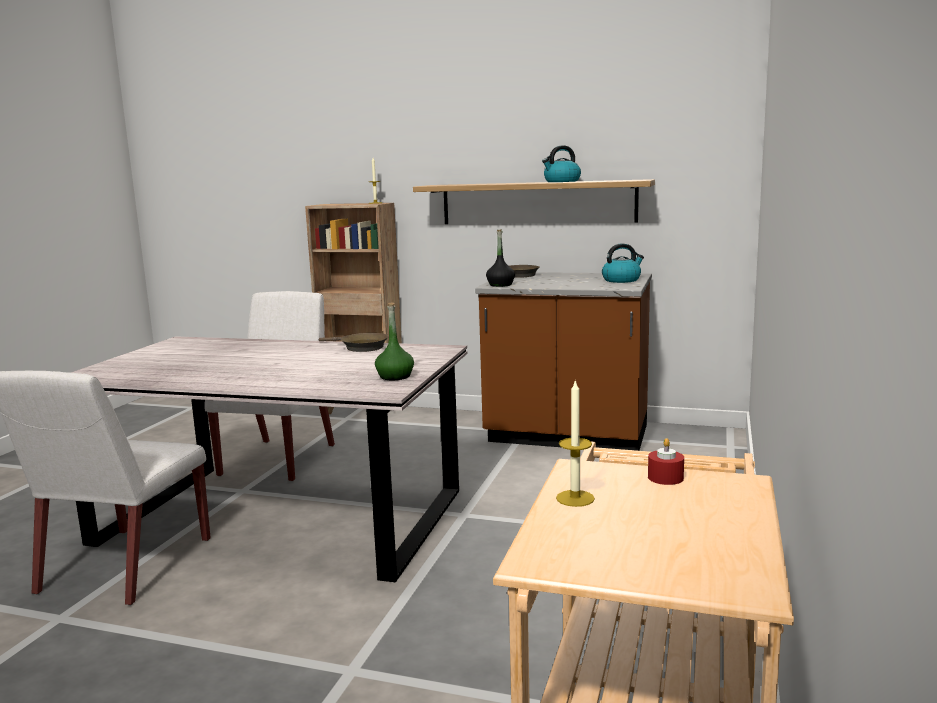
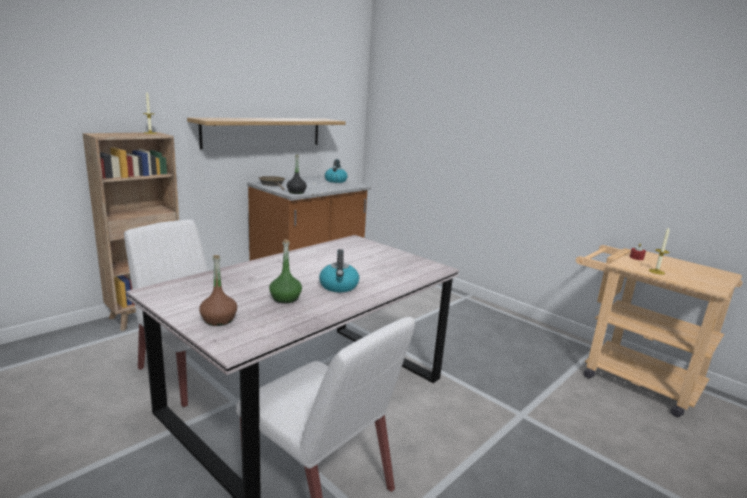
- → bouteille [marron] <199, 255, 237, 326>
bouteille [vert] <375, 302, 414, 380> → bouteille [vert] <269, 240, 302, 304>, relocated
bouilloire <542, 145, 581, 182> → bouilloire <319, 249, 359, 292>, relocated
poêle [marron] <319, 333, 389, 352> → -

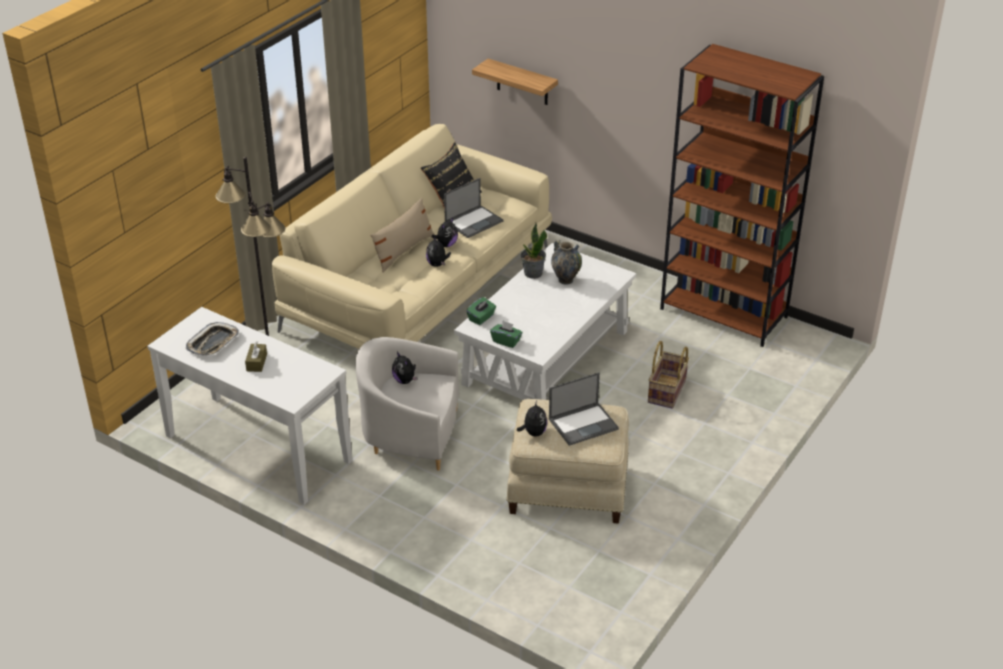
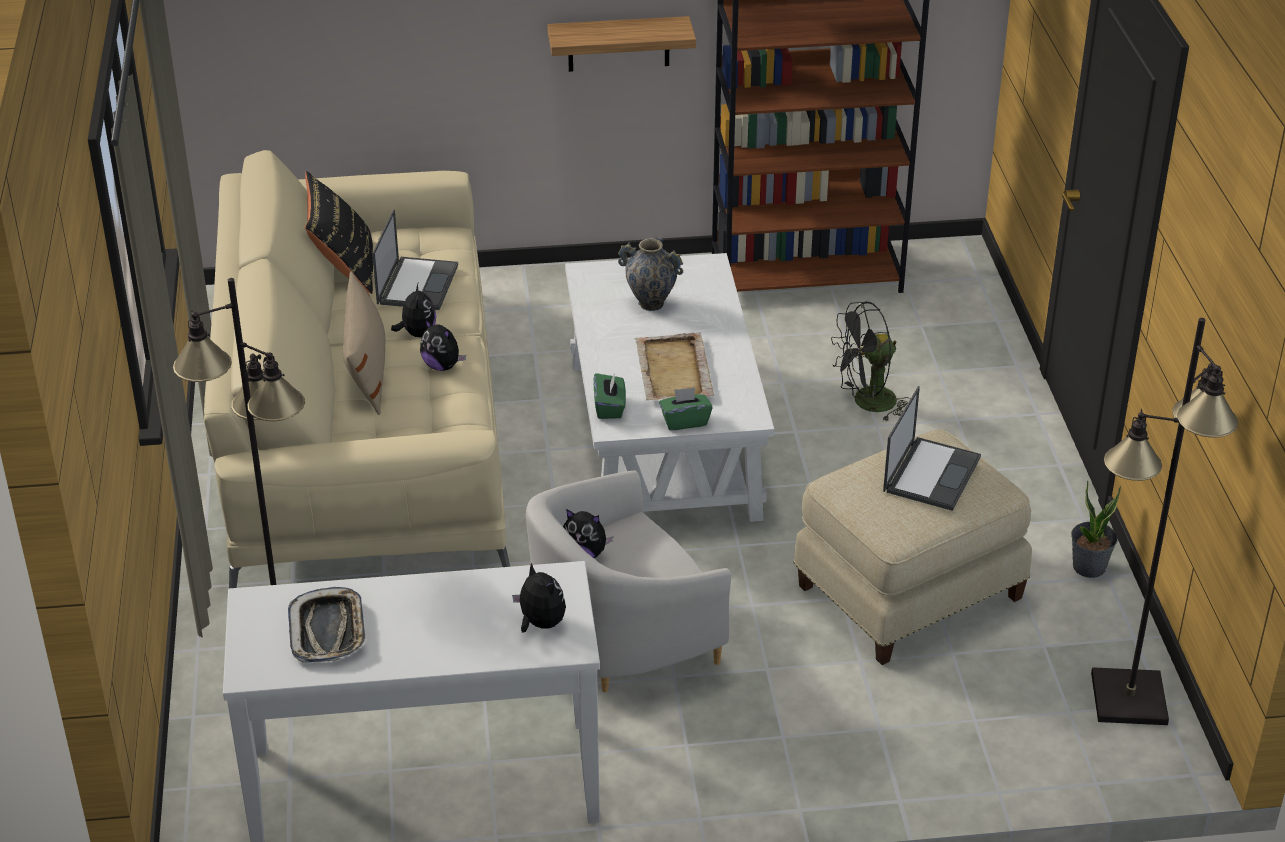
peluche <517, 400, 547, 437> → peluche <512, 563, 566, 632>, relocated
étagère <472, 59, 558, 105> → étagère <547, 16, 696, 72>, relocated
- → plateau [beige] <635, 332, 714, 401>
panier <648, 341, 689, 409> → ventilateur [noir] <831, 301, 910, 422>
plante en pot <521, 223, 547, 279> → plante en pot <1071, 480, 1121, 578>, relocated
- → lampadaire [noir] <1091, 318, 1238, 725>
boîte à mouchoirs [marron] <245, 341, 267, 372> → -

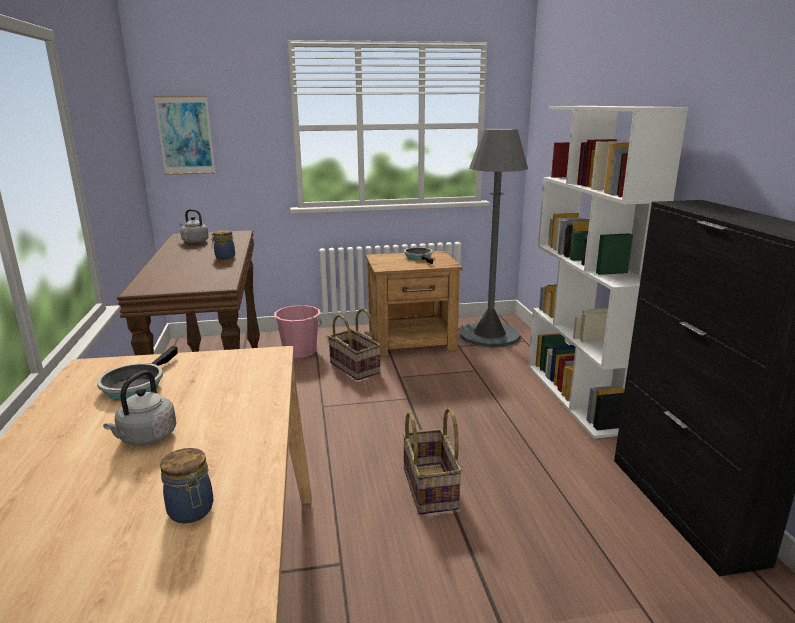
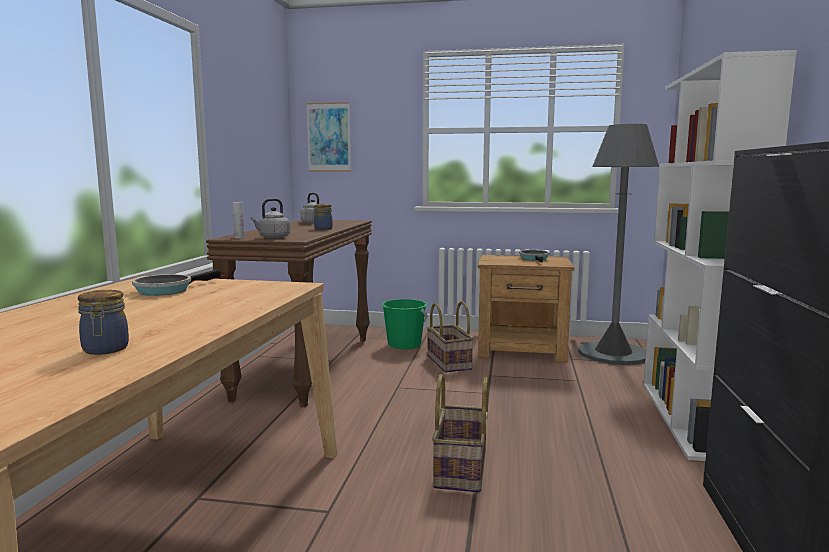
- → bouteille [blanc] <233, 202, 244, 238>
bouilloire [gris] <103, 371, 176, 446> → bouilloire [gris] <250, 198, 290, 238>, relocated
seau [rose] <274, 305, 322, 358> → seau [vert] <381, 299, 428, 349>

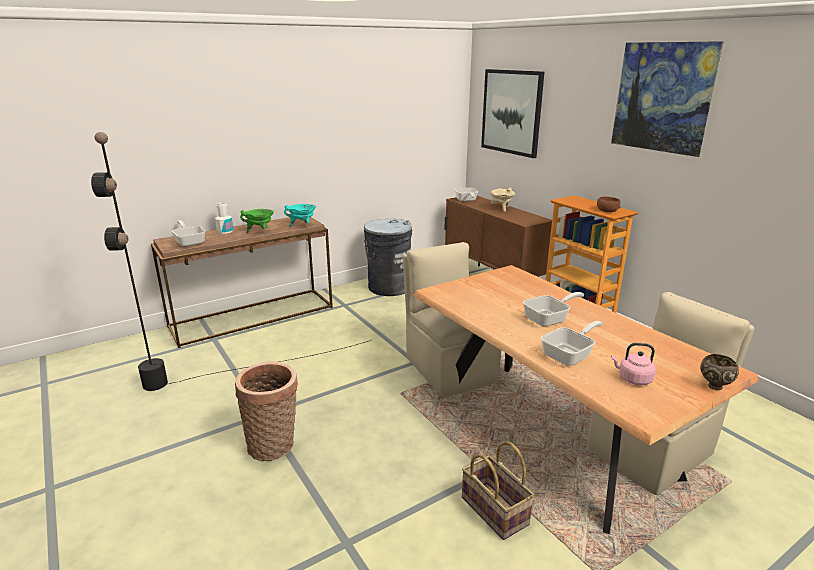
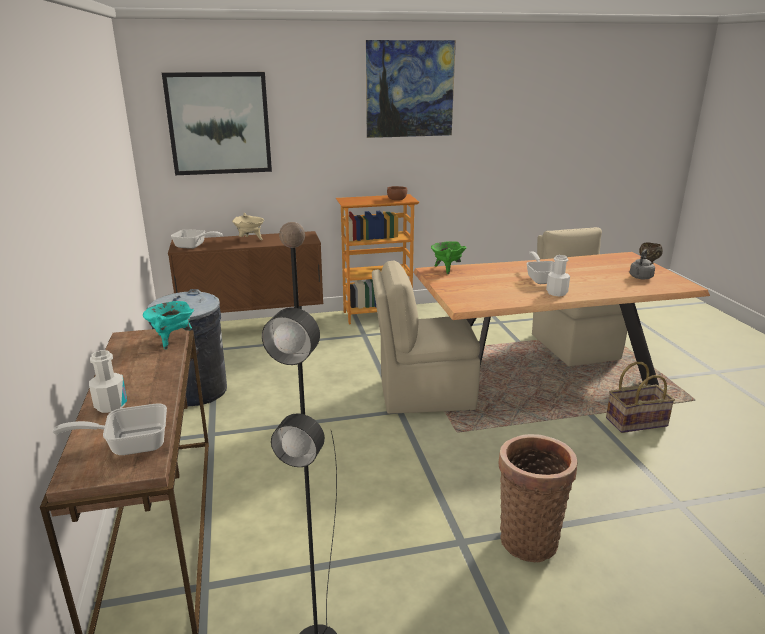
marmite [vert] <240, 209, 274, 233> → marmite [vert] <431, 241, 467, 274>, relocated
- → bouteille [blanc] <546, 255, 570, 296>
bouilloire [rose] <611, 343, 656, 385> → bouilloire [gris] <629, 249, 655, 279>
poêle <541, 321, 603, 366> → -

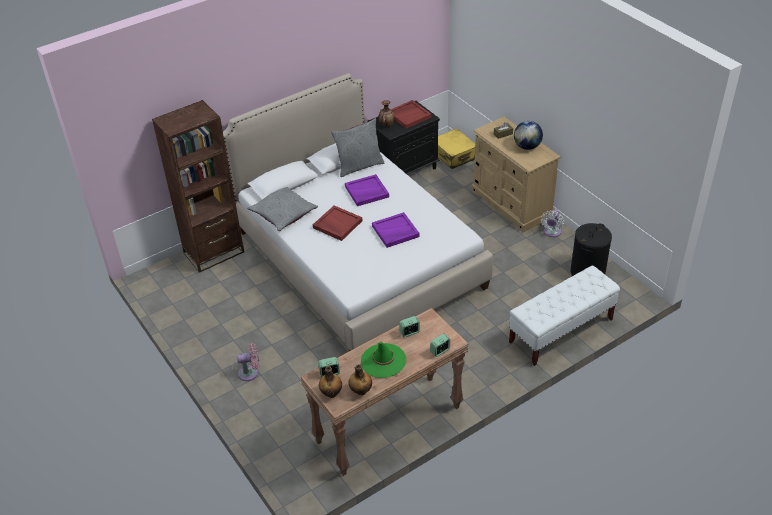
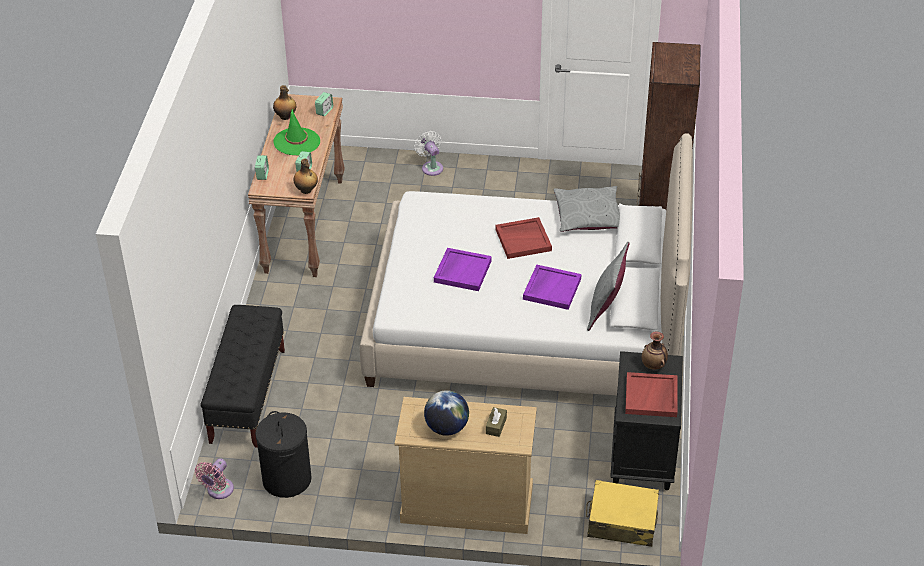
ventilateur [rose] <237, 343, 260, 381> → ventilateur [rose] <195, 458, 234, 499>, relocated
banc [blanc] <509, 266, 620, 366> → banc [noir] <200, 305, 285, 448>
bouteille <319, 366, 342, 398> → bouteille <293, 159, 318, 194>, relocated
ventilateur [blanc] <541, 209, 564, 237> → ventilateur [blanc] <414, 131, 443, 176>, relocated

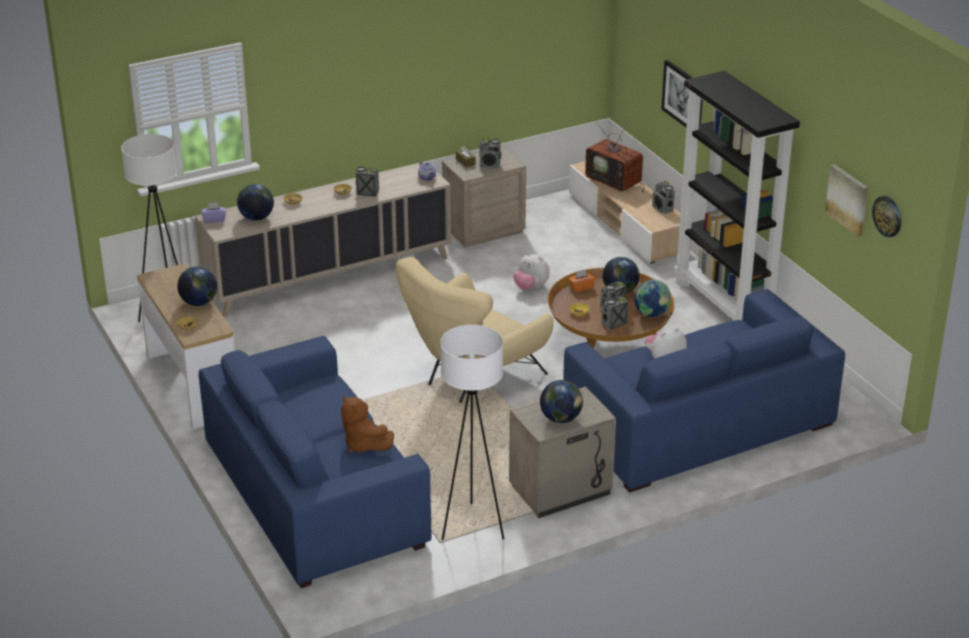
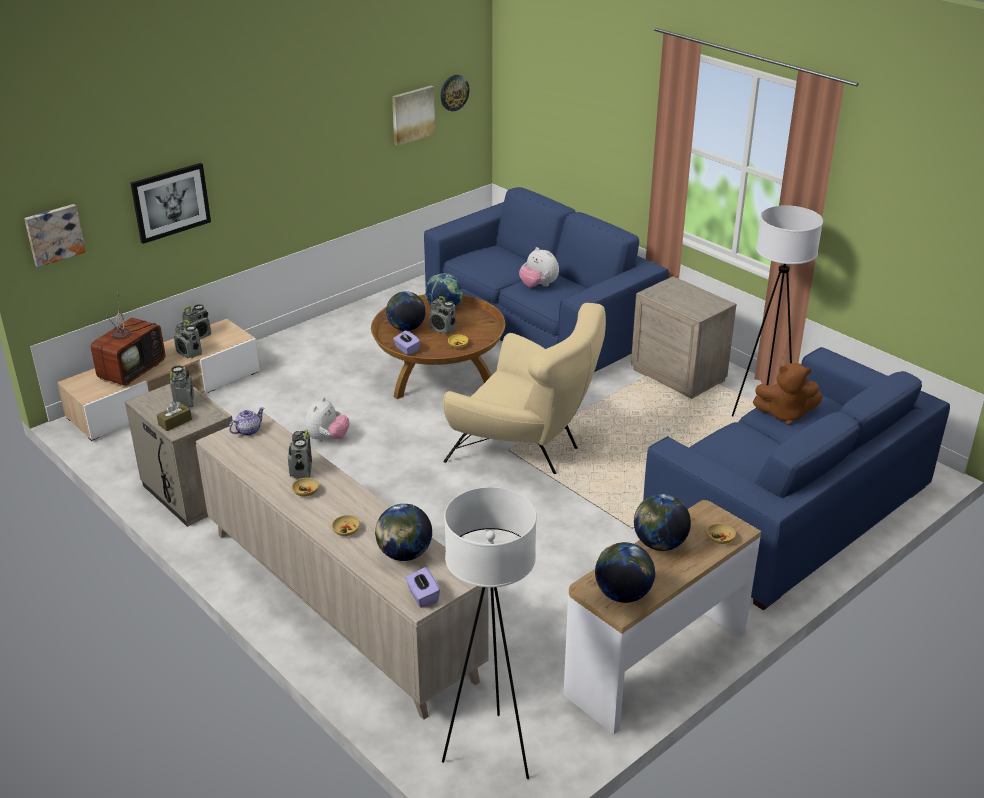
- → tableau <24, 204, 86, 267>
radio <601, 296, 628, 330> → radio <174, 320, 202, 358>, relocated
boîte à mouchoirs [orange] <568, 270, 596, 292> → boîte à mouchoirs [violet] <393, 331, 420, 355>
globe <540, 380, 583, 423> → globe <595, 542, 655, 603>, relocated
peluche [marron] <341, 395, 394, 453> → peluche [marron] <752, 363, 823, 425>, 60 degrees clockwise
bibliothèque [noir] <674, 71, 800, 321> → -

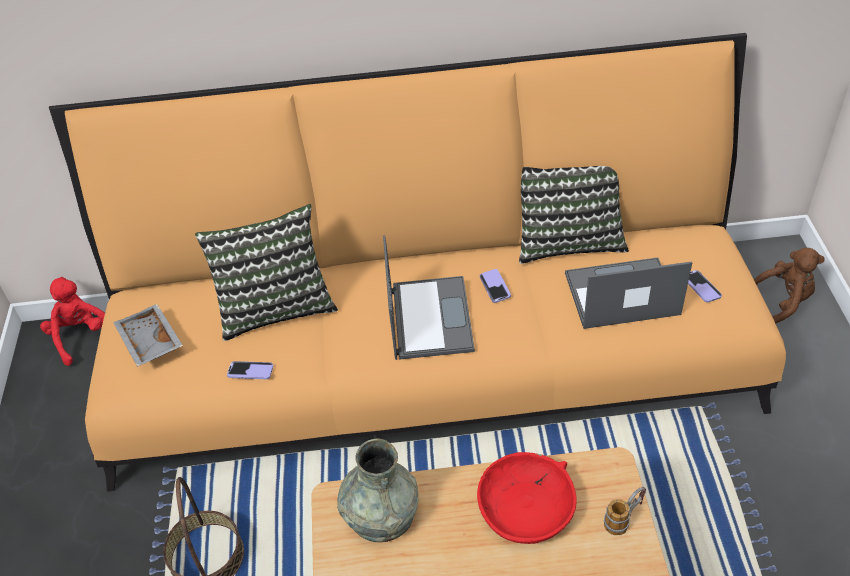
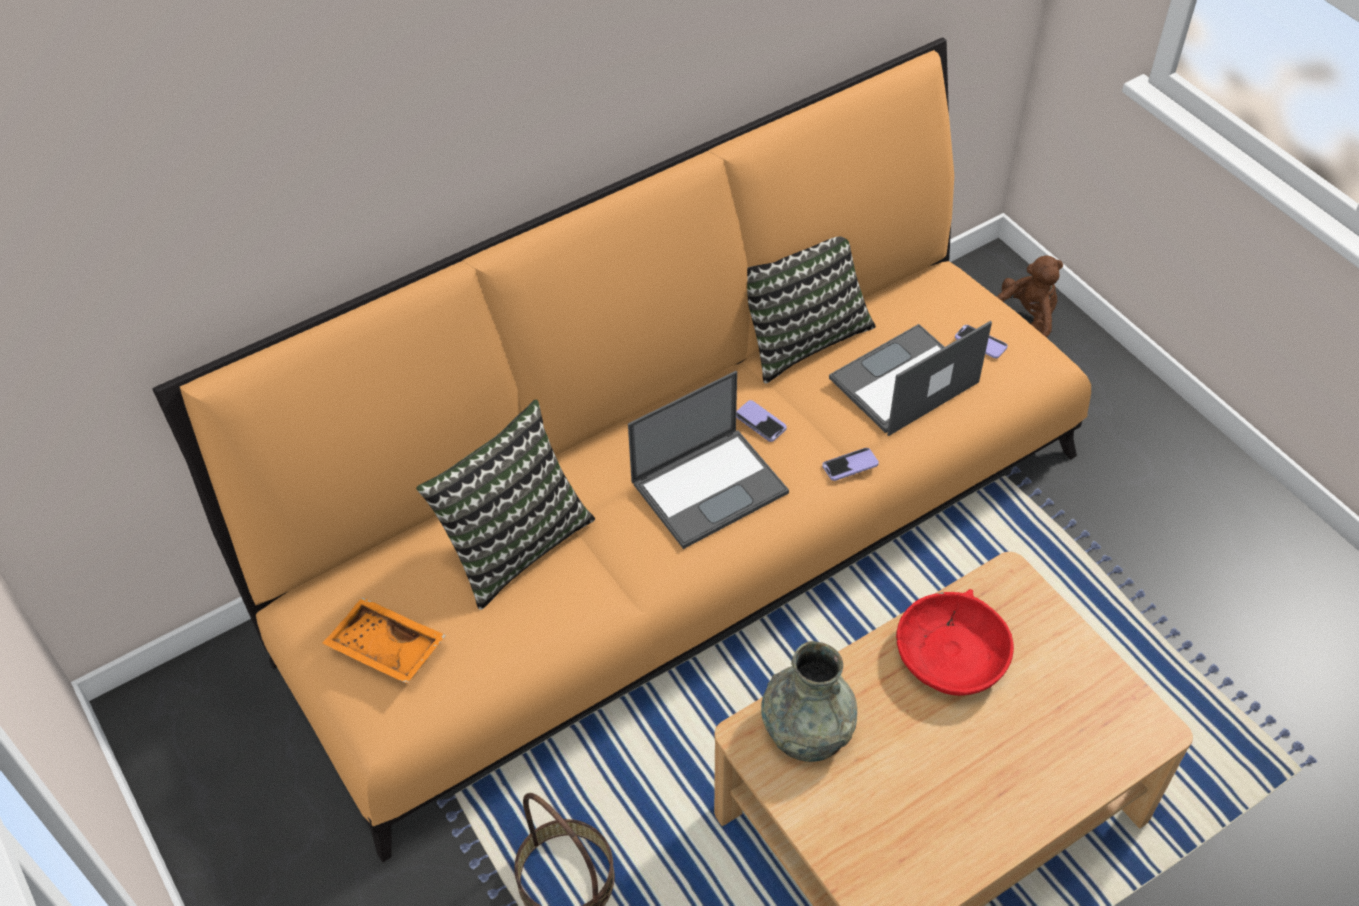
plateau [gris] <113, 304, 183, 367> → plateau [orange] <322, 597, 446, 684>
ordinateur portable <383, 235, 475, 360> → ordinateur portable <628, 371, 789, 549>, 90 degrees clockwise
téléphone <227, 361, 273, 379> → téléphone <822, 448, 879, 481>, relocated
peluche [rouge] <40, 277, 105, 366> → -
mug <604, 487, 646, 535> → -

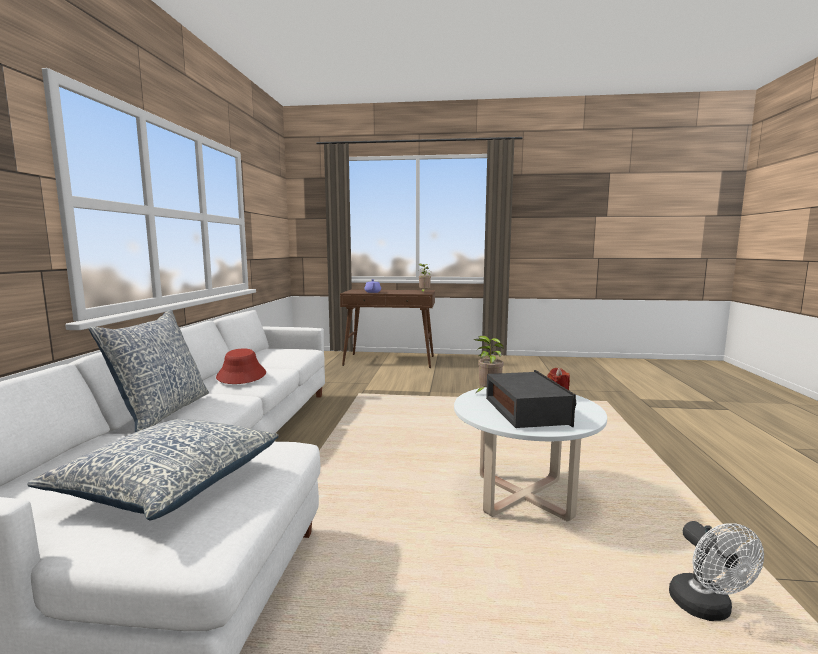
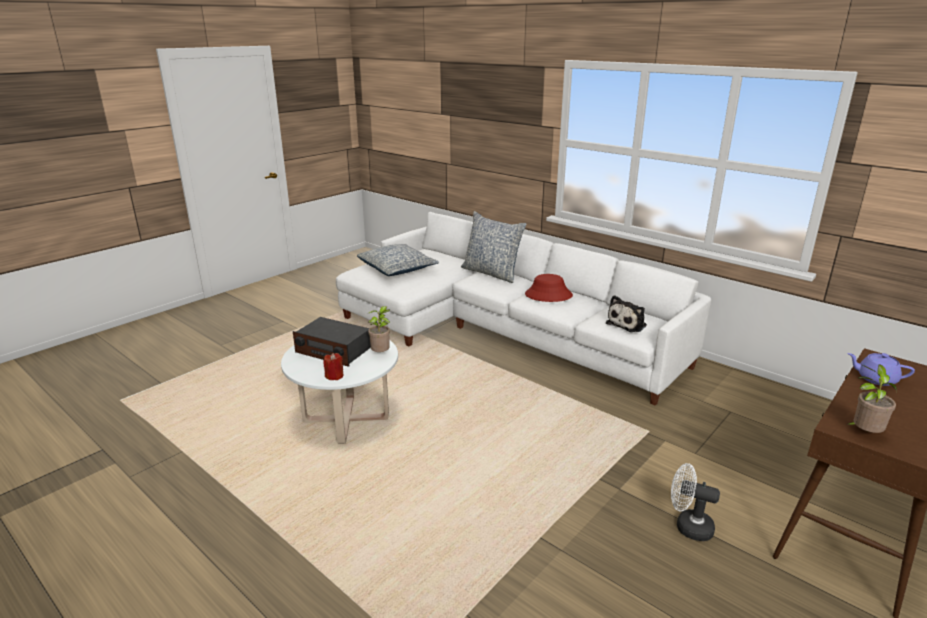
- → peluche <606, 295, 647, 332>
ventilateur [blanc] <669, 521, 764, 621> → ventilateur [blanc] <671, 463, 720, 541>, relocated

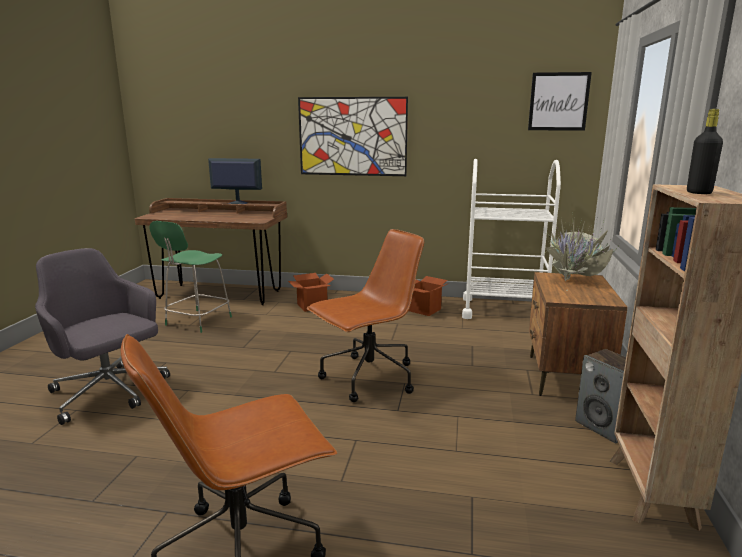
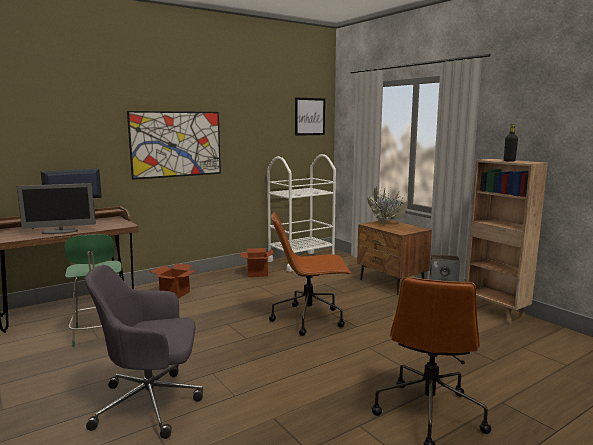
- → écran d'ordinateur <17, 183, 96, 234>
chaise de bureau [marron] <307, 229, 424, 402> → chaise de bureau [marron] <269, 212, 351, 336>, 105 degrees counterclockwise

